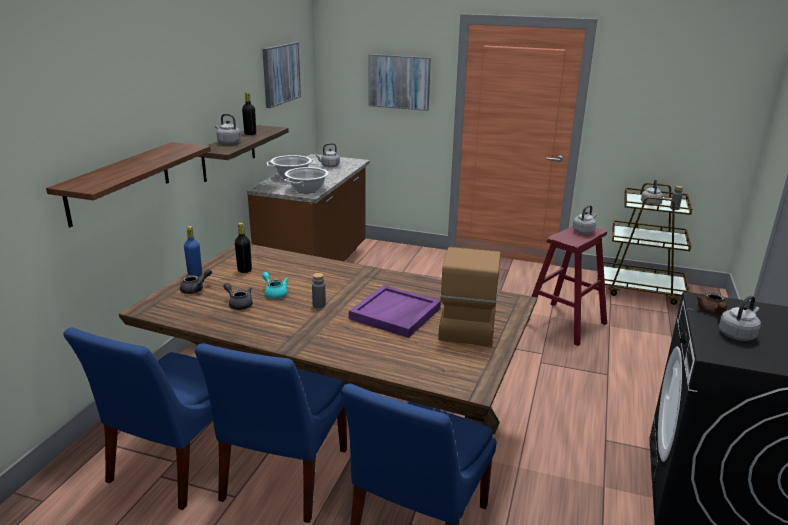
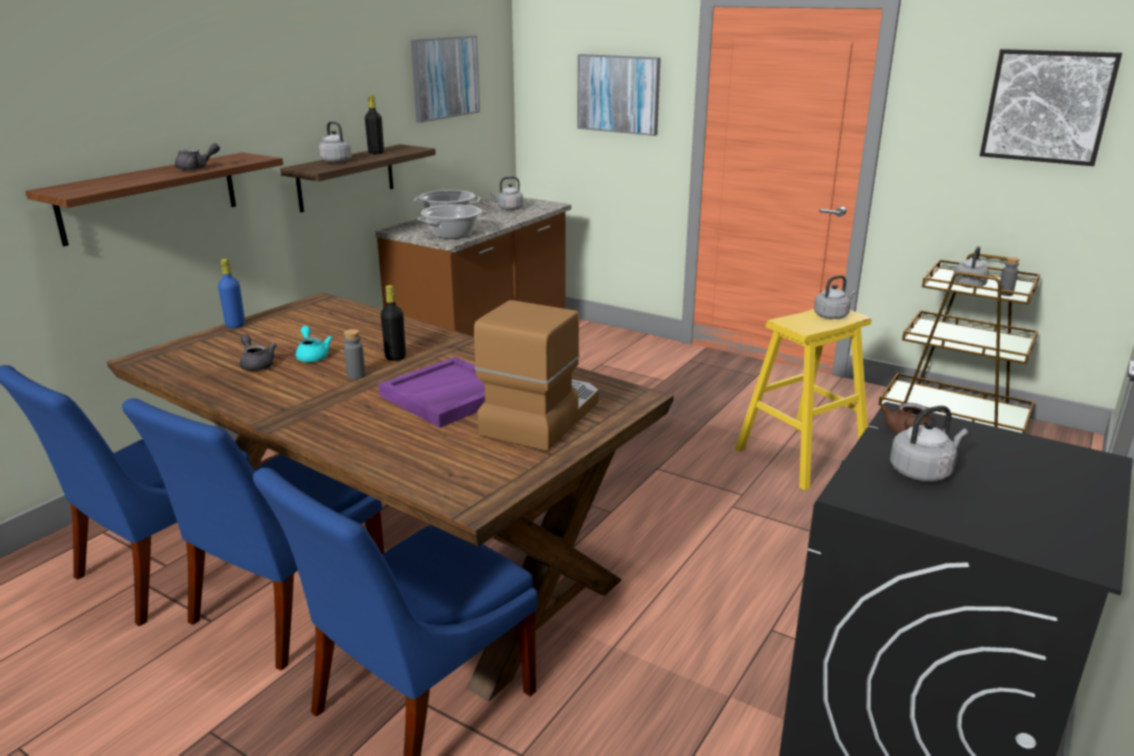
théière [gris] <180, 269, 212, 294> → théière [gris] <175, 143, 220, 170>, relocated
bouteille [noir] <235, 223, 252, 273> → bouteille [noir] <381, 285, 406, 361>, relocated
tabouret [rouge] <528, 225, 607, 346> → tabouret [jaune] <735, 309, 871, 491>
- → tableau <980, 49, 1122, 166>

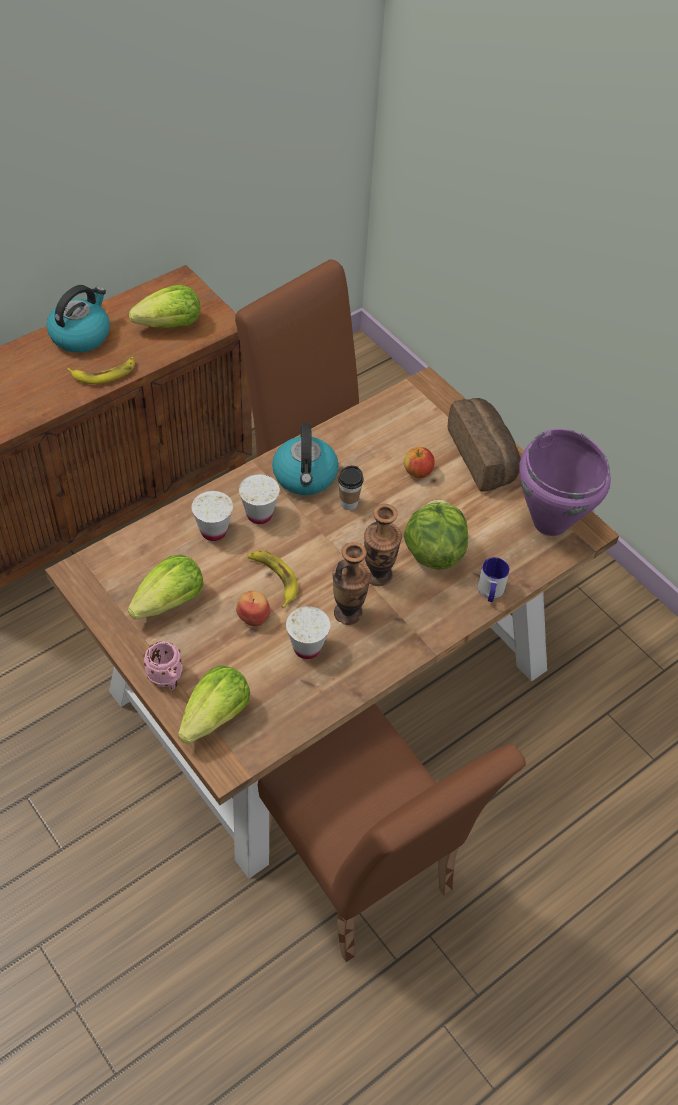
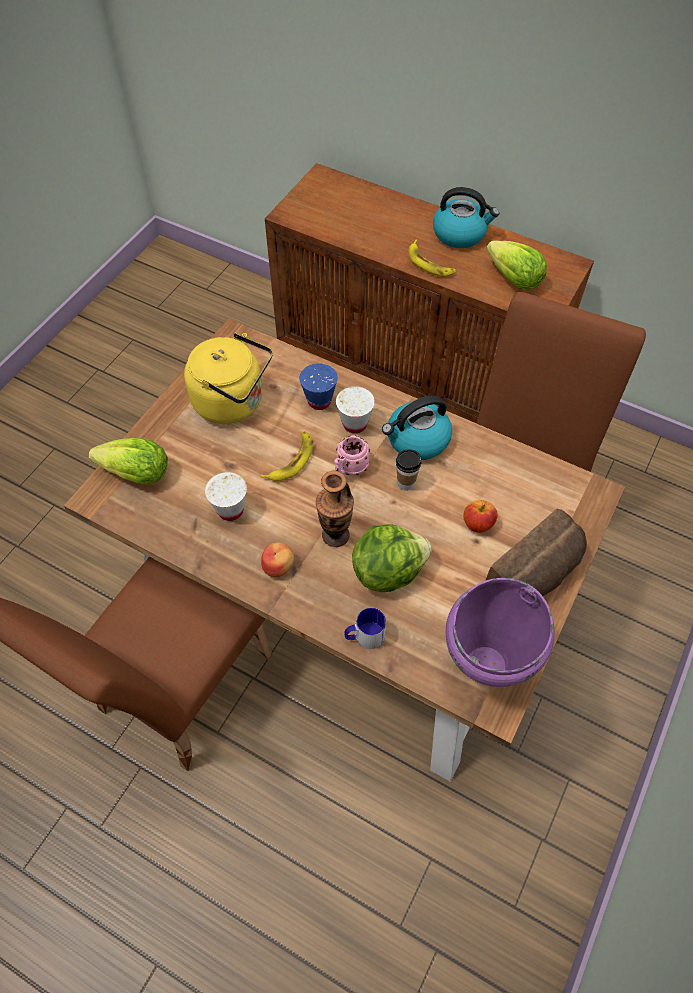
laitue <128, 555, 204, 620> → bouilloire [jaune] <184, 333, 273, 424>
pomme <236, 591, 270, 626> → pomme <261, 542, 294, 577>, relocated
tasse [blanc] <191, 491, 233, 541> → tasse [bleu] <299, 364, 337, 410>
mug [rose] <143, 641, 183, 690> → mug [rose] <334, 435, 370, 477>, relocated
vase <332, 542, 371, 625> → -

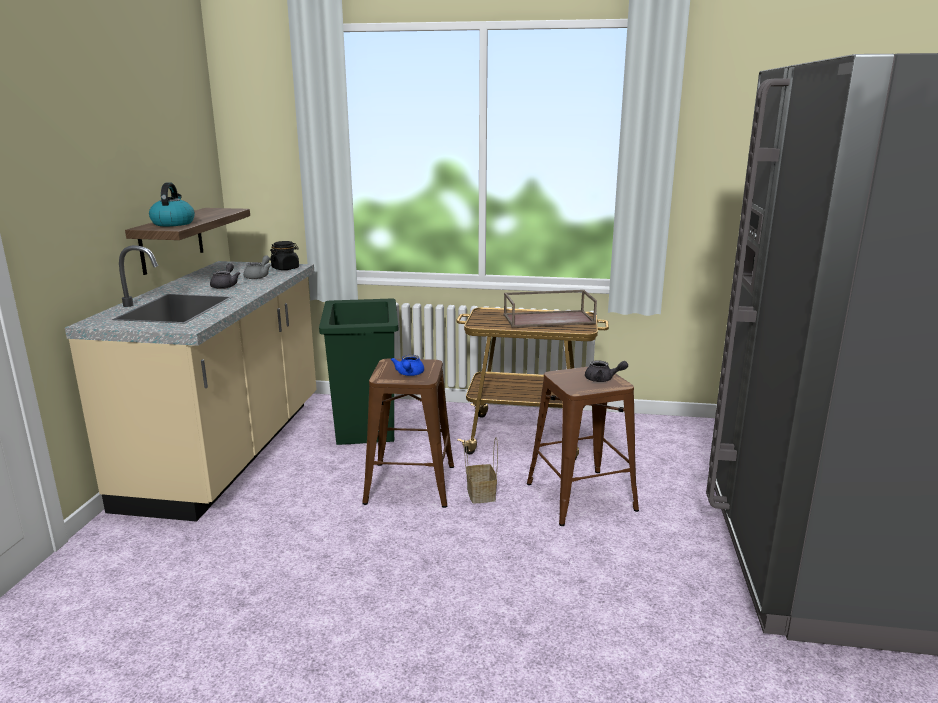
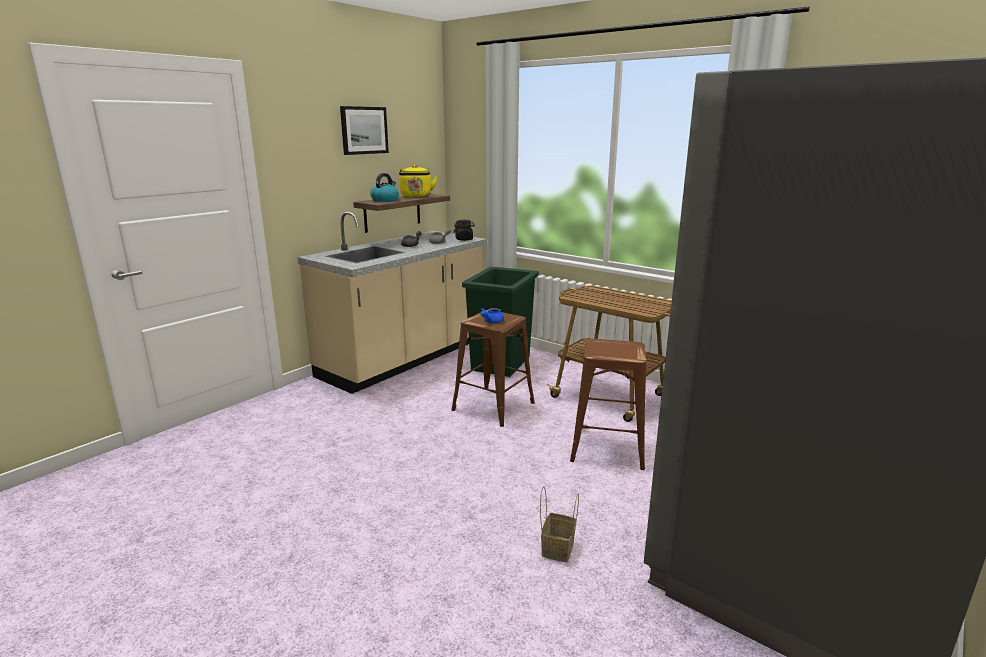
- → tableau <340, 106, 389, 155>
- → bouilloire [jaune] <399, 165, 438, 197>
panier <464, 437, 498, 503> → panier <540, 486, 579, 562>, relocated
plateau [marron] <504, 290, 597, 328> → -
théière [gris] <585, 360, 628, 382> → -

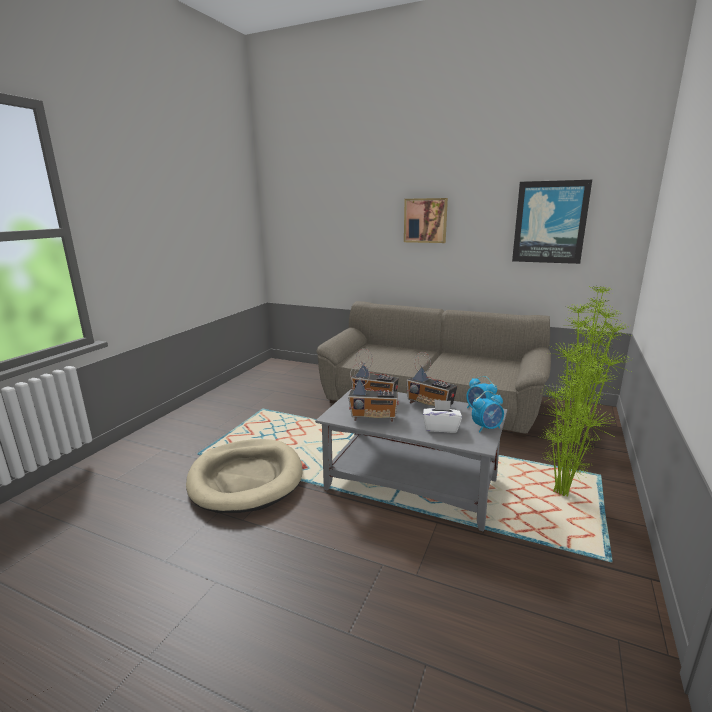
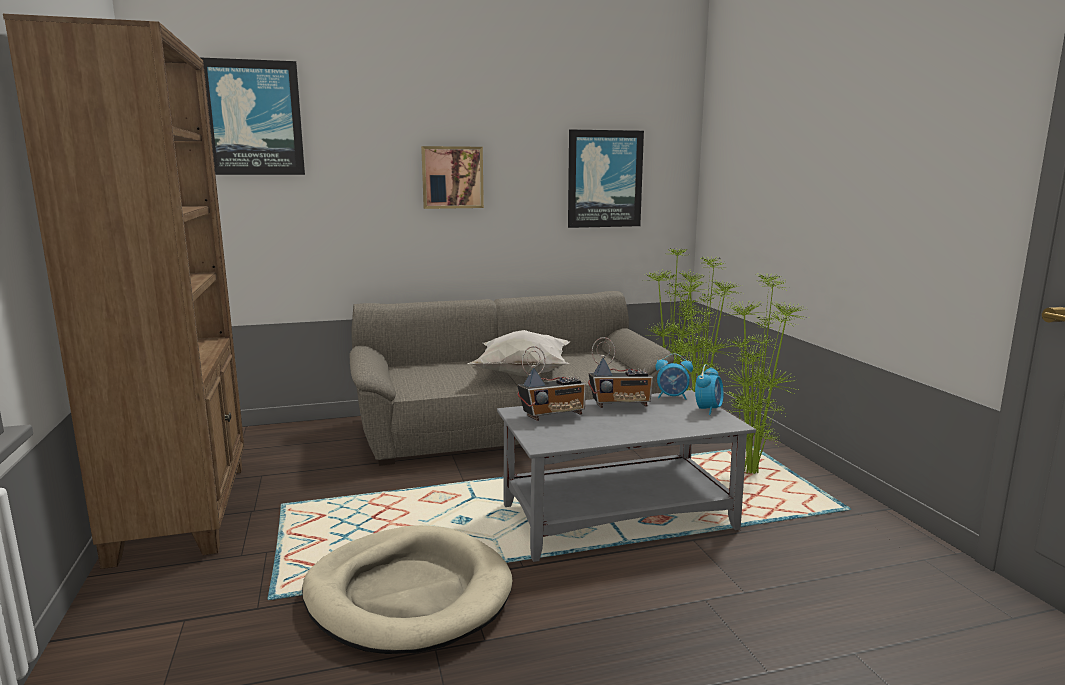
- → bibliothèque [marron] <3, 14, 244, 569>
- → tableau <200, 57, 305, 175>
- → coussin [blanc] <467, 330, 570, 376>
radio <348, 364, 399, 422> → -
boîte à mouchoirs [blanc] <423, 400, 462, 433> → -

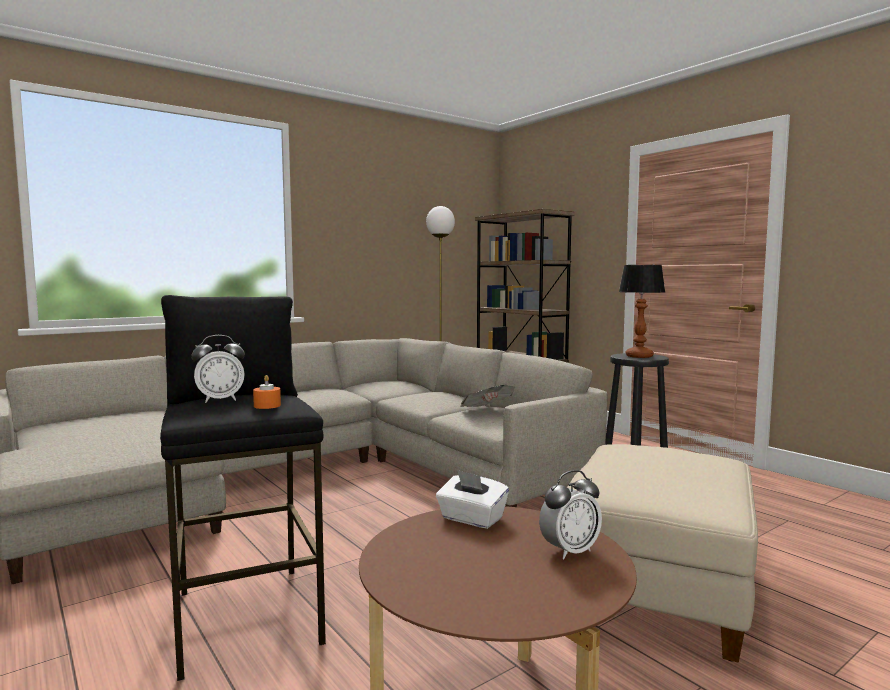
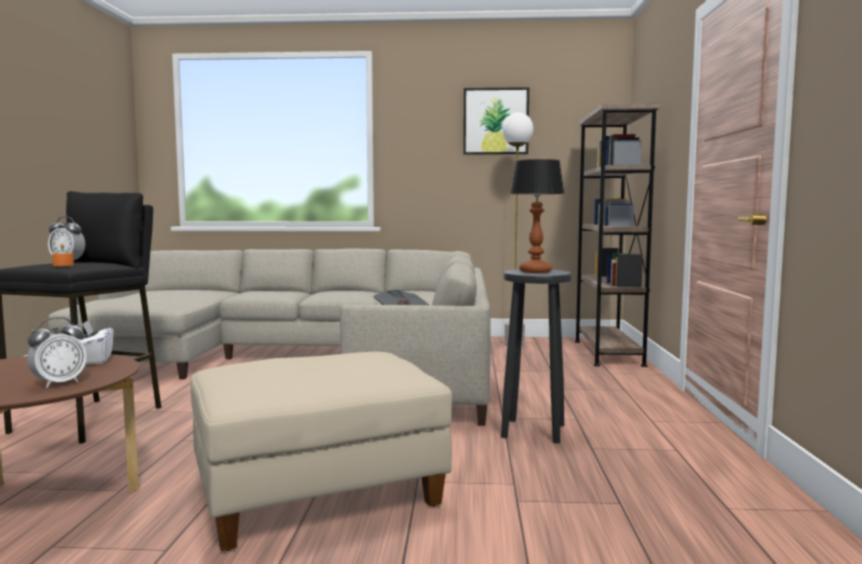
réveil <539, 470, 602, 560> → réveil <27, 317, 87, 388>, 60 degrees counterclockwise
- → tableau <463, 87, 529, 155>

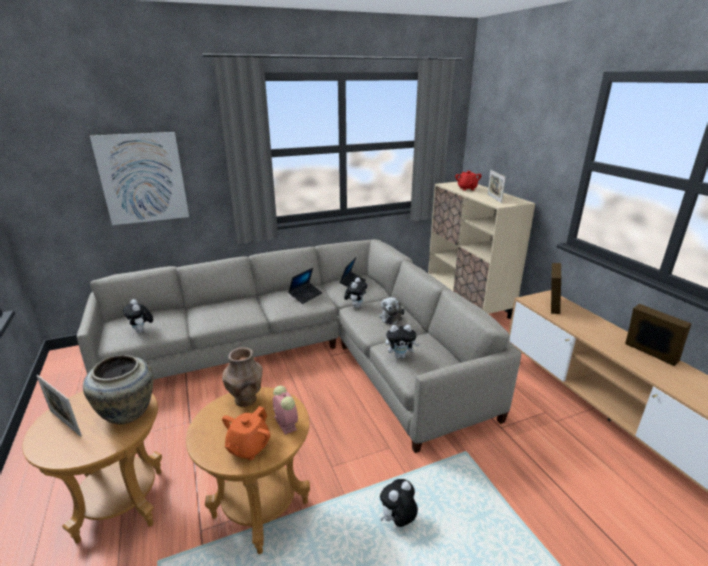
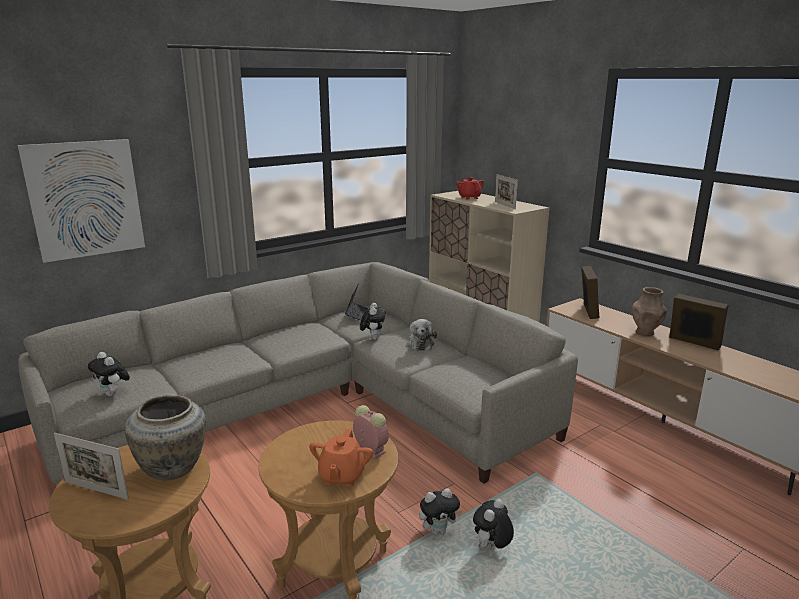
peluche <386, 325, 419, 359> → peluche <419, 488, 462, 535>, relocated
vase [marron] <222, 347, 263, 407> → vase [marron] <632, 287, 667, 337>, relocated
ordinateur portable <288, 268, 322, 304> → -

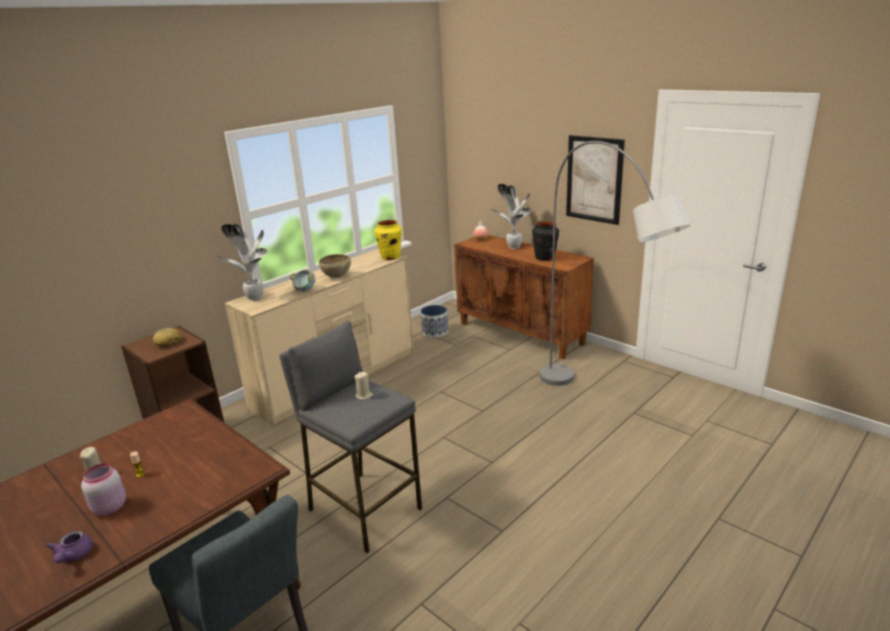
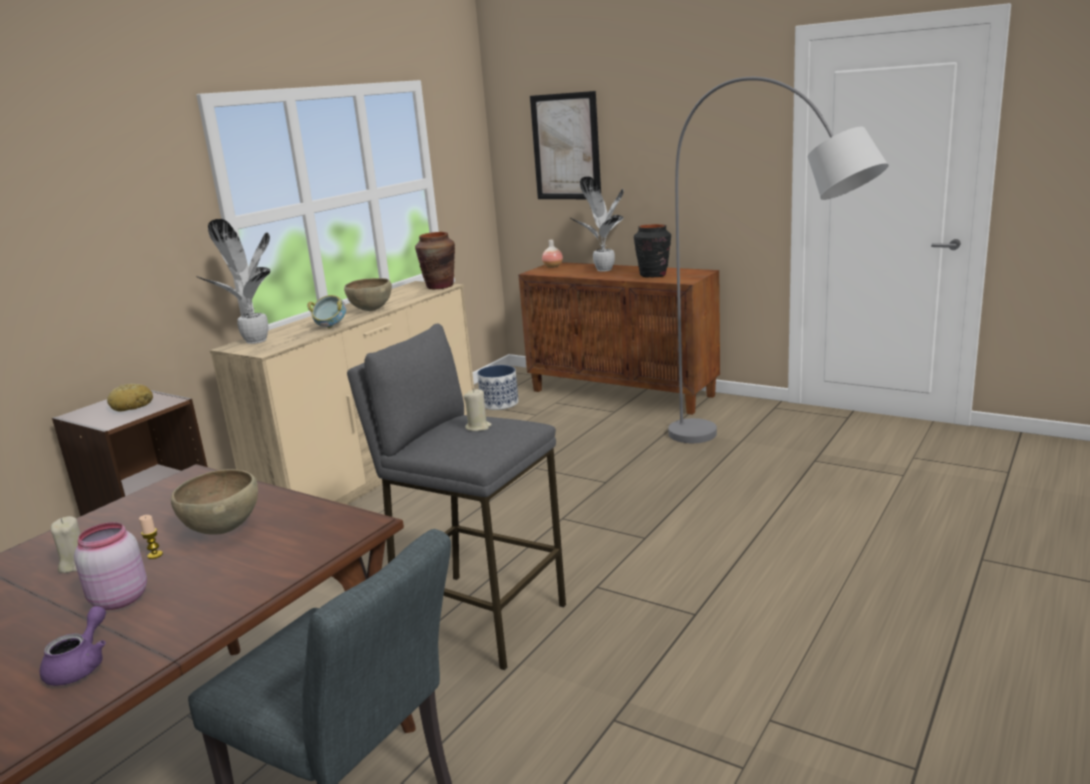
théière [violet] <46, 531, 93, 563> → théière [violet] <39, 606, 106, 686>, 150 degrees counterclockwise
- → bol [marron] <171, 469, 258, 535>
vase [jaune] <374, 220, 402, 260> → vase [marron] <415, 232, 455, 289>
tableau <566, 135, 625, 225> → tableau <530, 91, 601, 199>, relocated

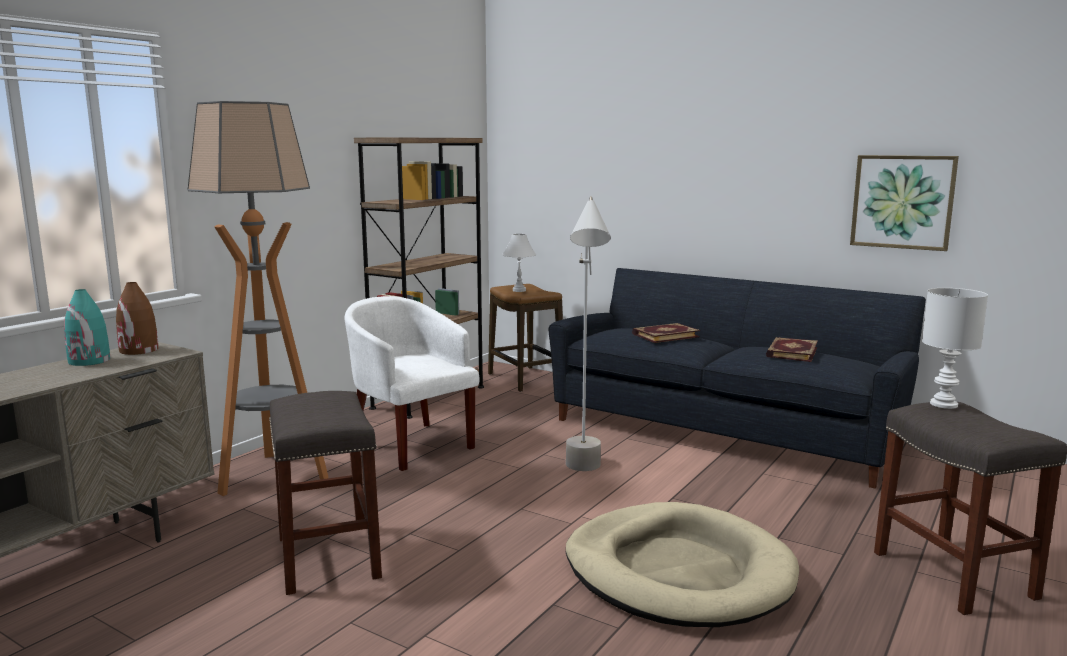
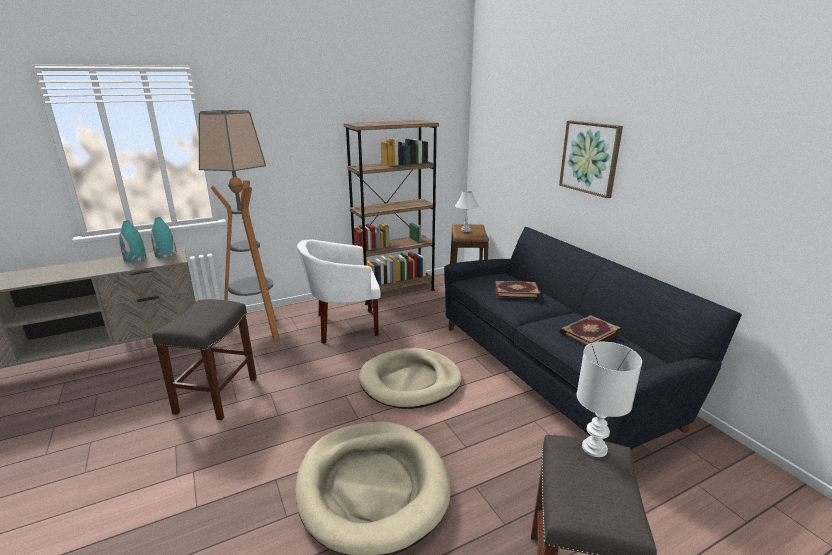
vase [marron] <116, 282, 159, 355> → vase [turquoise] <151, 217, 177, 258>
fauteuil [blanc] <345, 296, 480, 471> → fauteuil [blanc] <297, 240, 381, 344>, 90 degrees counterclockwise
lampadaire [gris] <566, 196, 611, 471> → panier pour chien [beige] <359, 348, 462, 409>
tableau <850, 155, 959, 251> → tableau <559, 121, 623, 198>, relocated

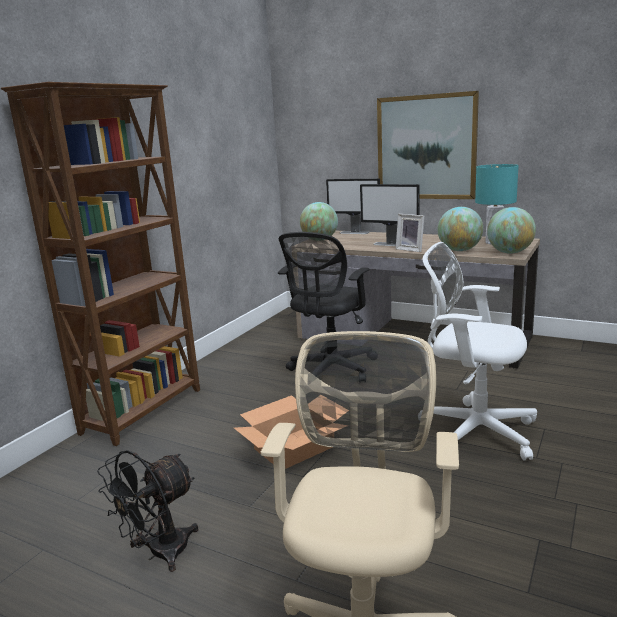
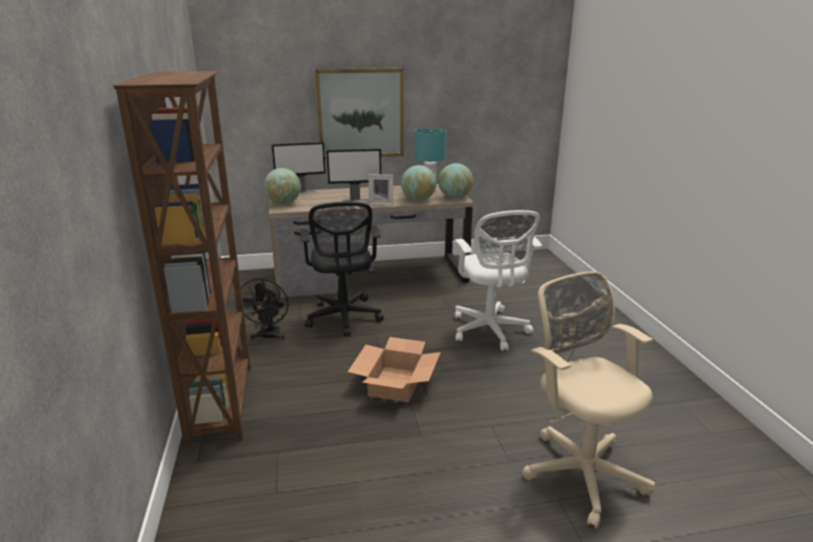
ventilateur [noir] <97, 450, 198, 572> → ventilateur [noir] <235, 278, 289, 341>, relocated
chaise de bureau [blanc] <423, 242, 537, 461> → chaise de bureau [blanc] <455, 210, 542, 351>, 90 degrees counterclockwise

